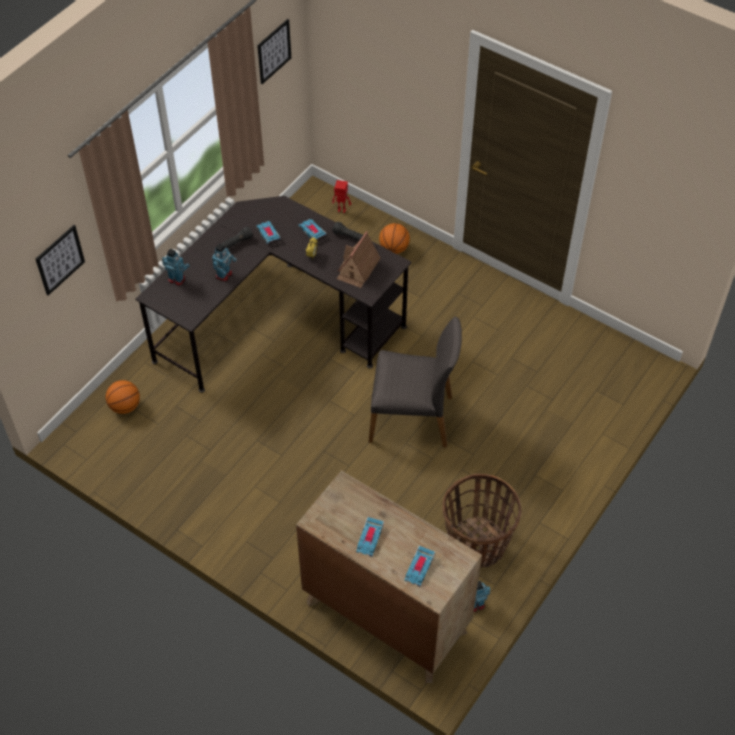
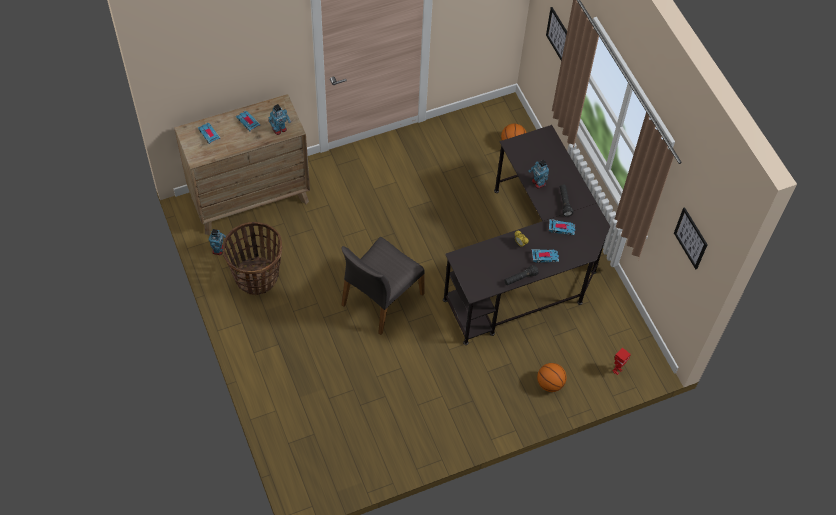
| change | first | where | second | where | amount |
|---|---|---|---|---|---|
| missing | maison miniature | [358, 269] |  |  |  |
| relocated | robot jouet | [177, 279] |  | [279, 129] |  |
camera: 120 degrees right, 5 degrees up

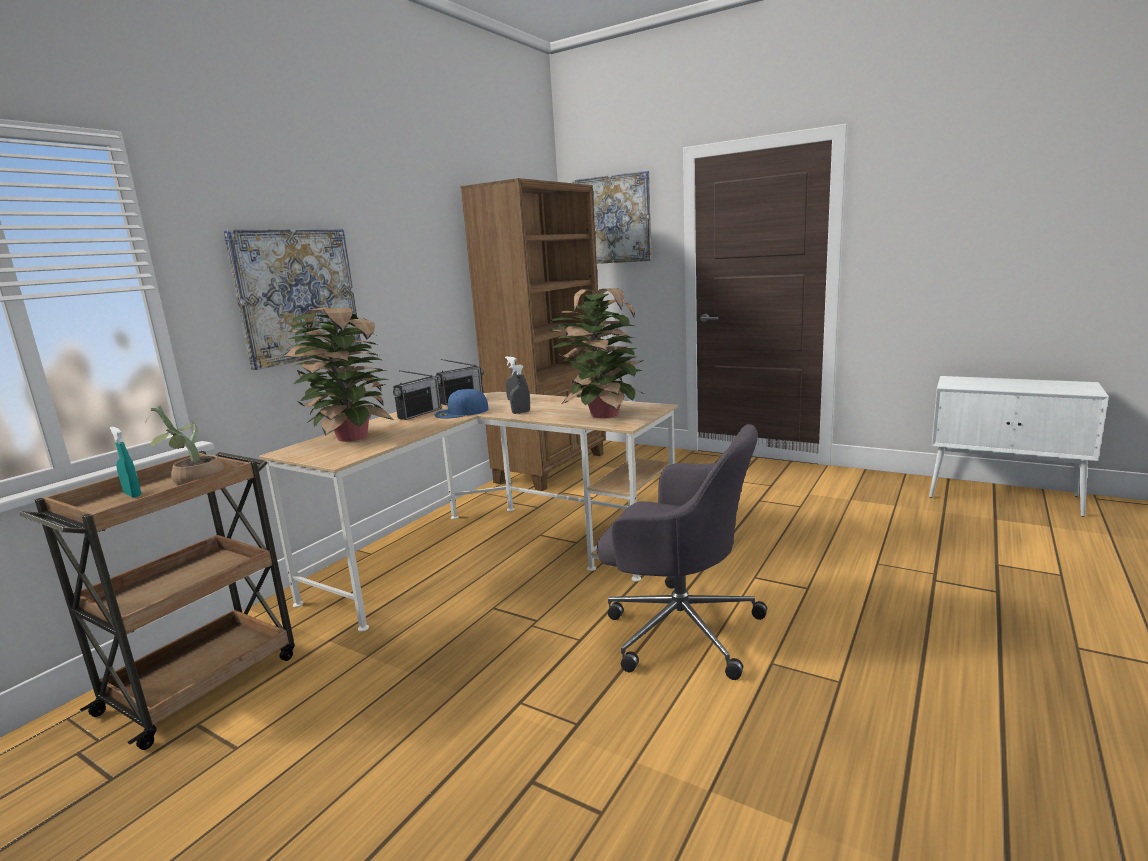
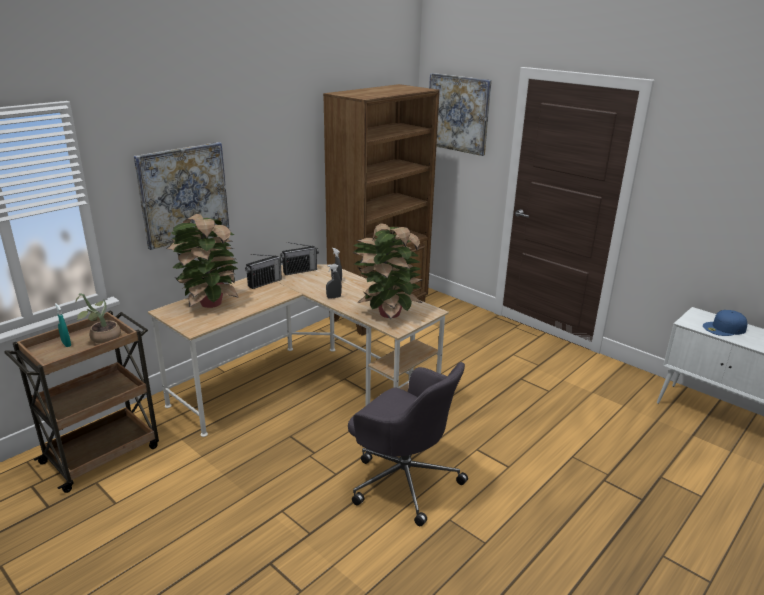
| change | first | where | second | where | amount |
|---|---|---|---|---|---|
| relocated | casquette/bleu | [461, 412] |  | [724, 328] |  |
camera: 10 degrees right, 10 degrees up

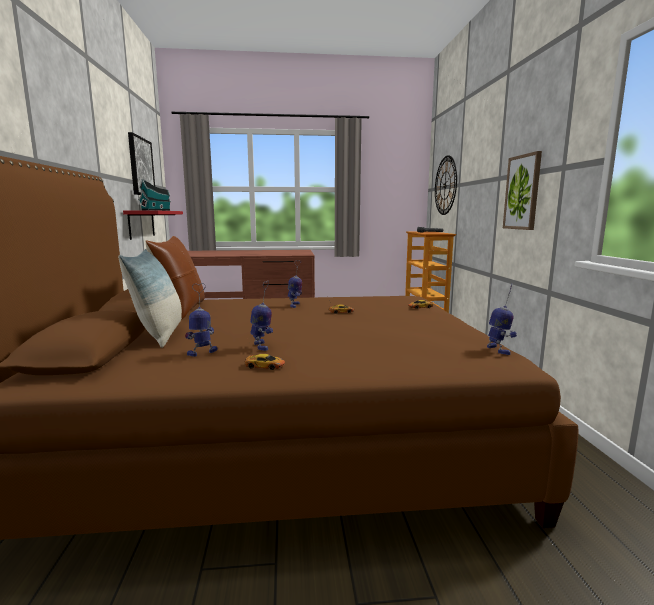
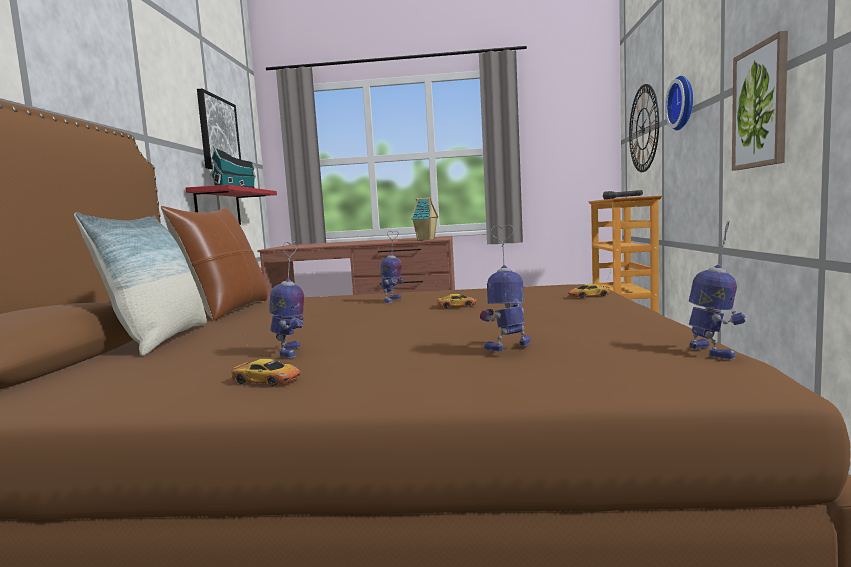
| change | first | where | second | where | amount |
|---|---|---|---|---|---|
| appeared |  |  | maison miniature | [426, 239] |  |
| appeared |  |  | horloge murale | [683, 103] |  |
| relocated | robot jouet | [203, 352] |  | [509, 346] |  |
camera: 10 degrees right, 5 degrees down

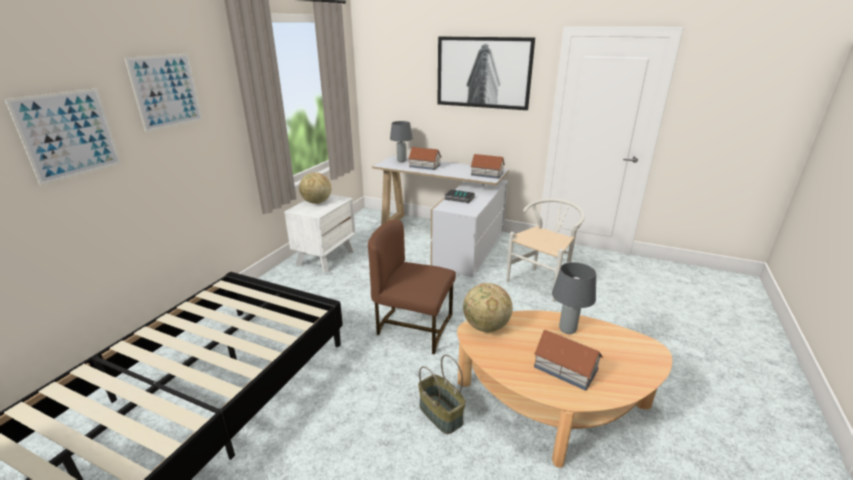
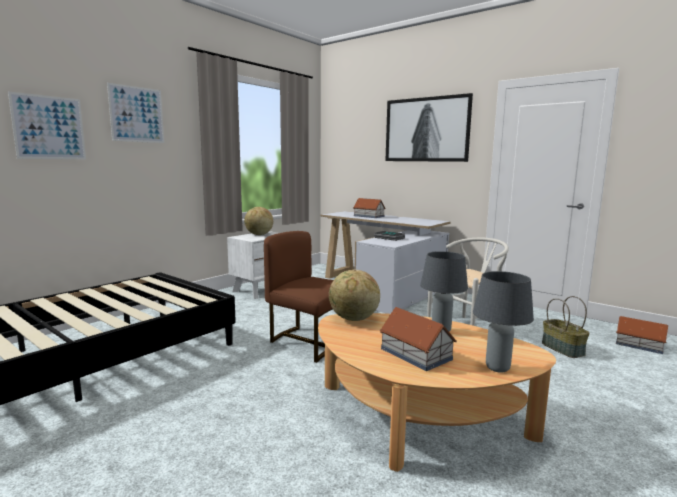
| change | first | where | second | where | amount |
|---|---|---|---|---|---|
| relocated | lampe de table/gris | [401, 161] |  | [496, 368] |  |
| relocated | panier | [441, 414] |  | [563, 349] |  |
| relocated | maison miniature | [487, 174] |  | [639, 345] |  |
camera: 15 degrees right, 15 degrees down

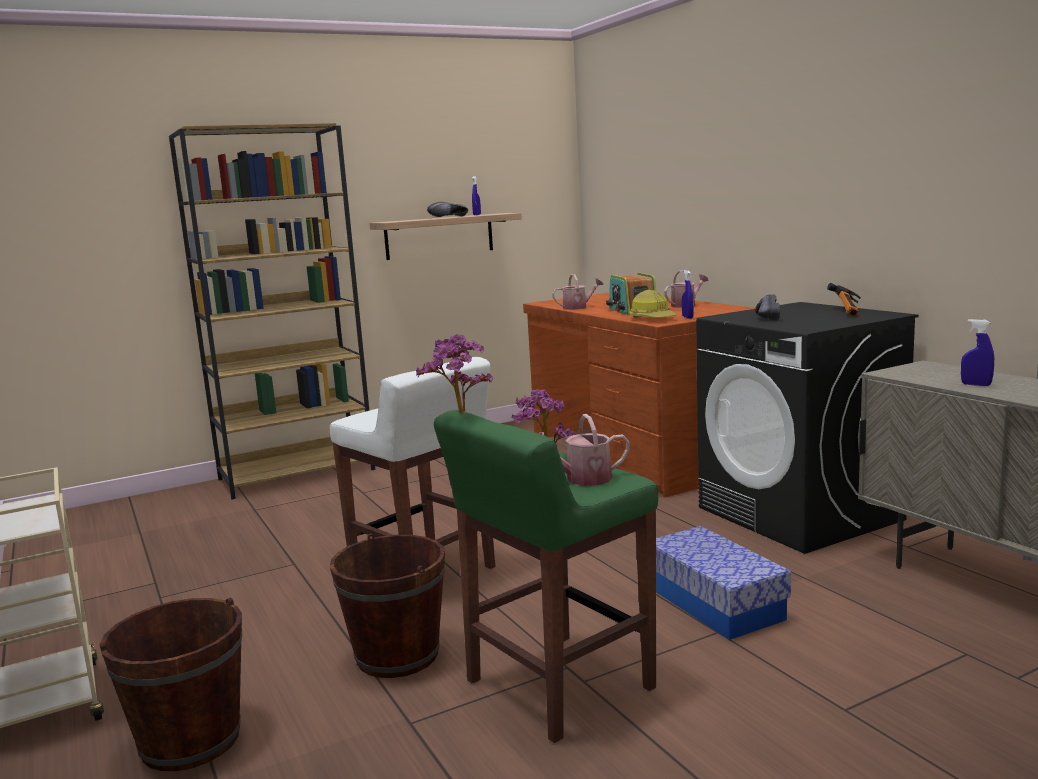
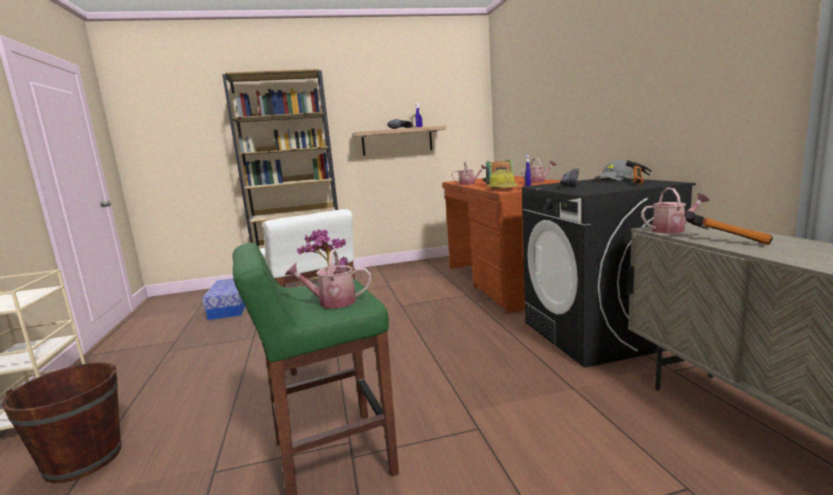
| change | first | where | second | where | amount |
|---|---|---|---|---|---|
| missing | seau/marron | [397, 656] |  |  |  |
| missing | plante en pot | [459, 414] |  |  |  |
| appeared |  |  | casquette/gris | [614, 179] |  |
| appeared |  |  | arrosoir | [672, 230] |  |
| relocated | boîte de rangement | [714, 603] |  | [230, 307] |  |
| exchanged | vaporisateur/bleu | [976, 385] | marteau | [727, 240] |  |
camera: 15 degrees right, 0 degrees up

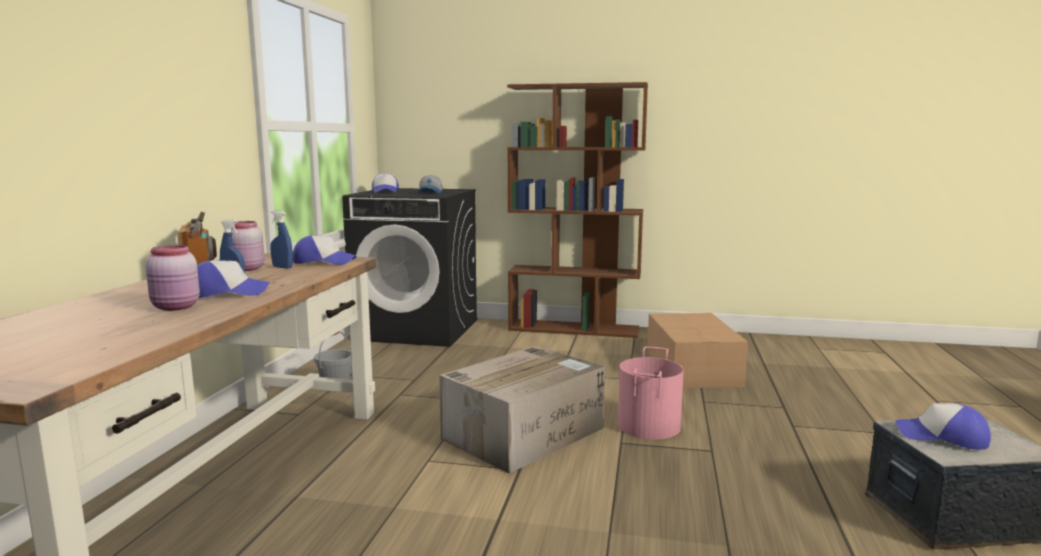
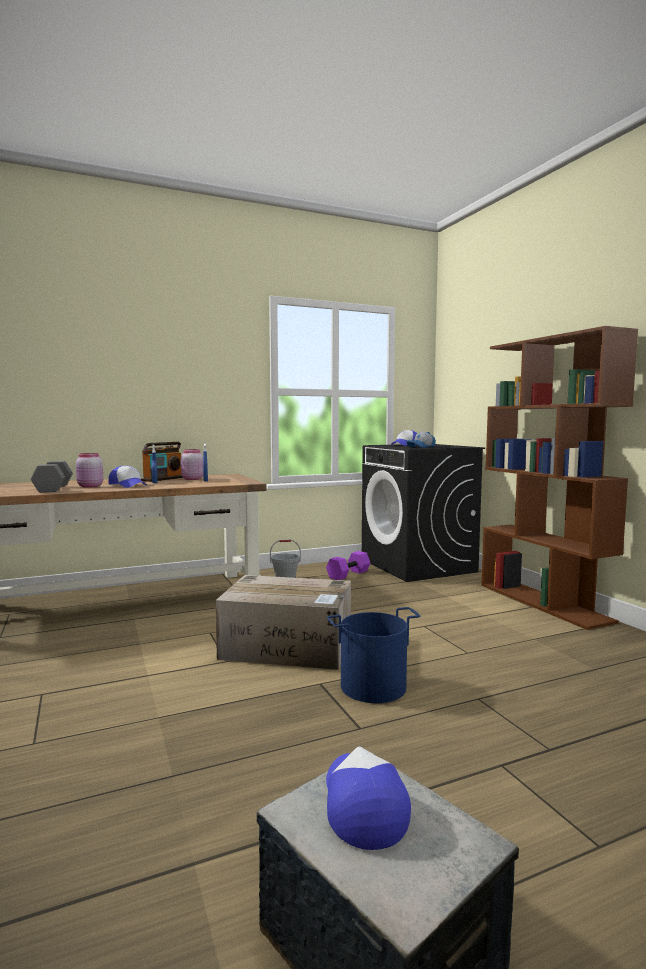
| change | first | where | second | where | amount |
|---|---|---|---|---|---|
| missing | casquette | [324, 262] |  |  |  |
| missing | carton | [692, 369] |  |  |  |
| appeared |  |  | haltère/gris | [54, 488] |  |
| appeared |  |  | haltère/violet | [348, 575] |  |
| colour | seau/rose | [647, 425] | seau/bleu | [372, 686] |  |
camera: 55 degrees right, 5 degrees down

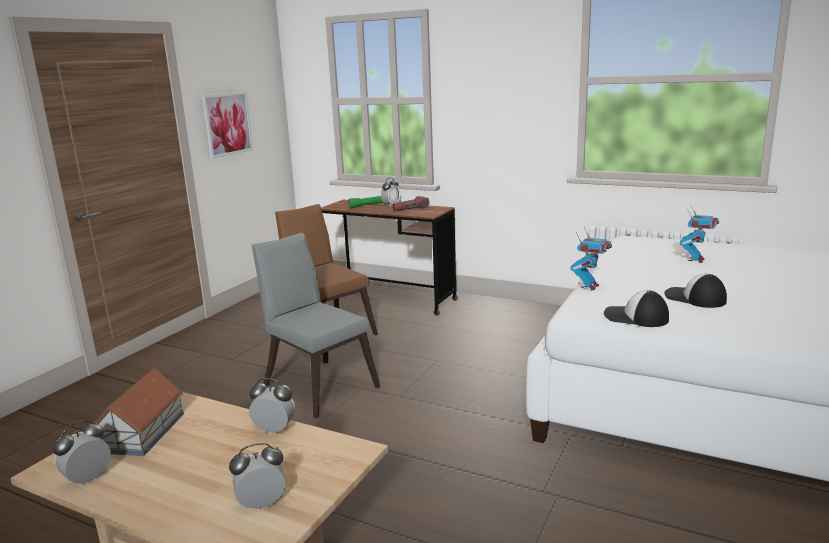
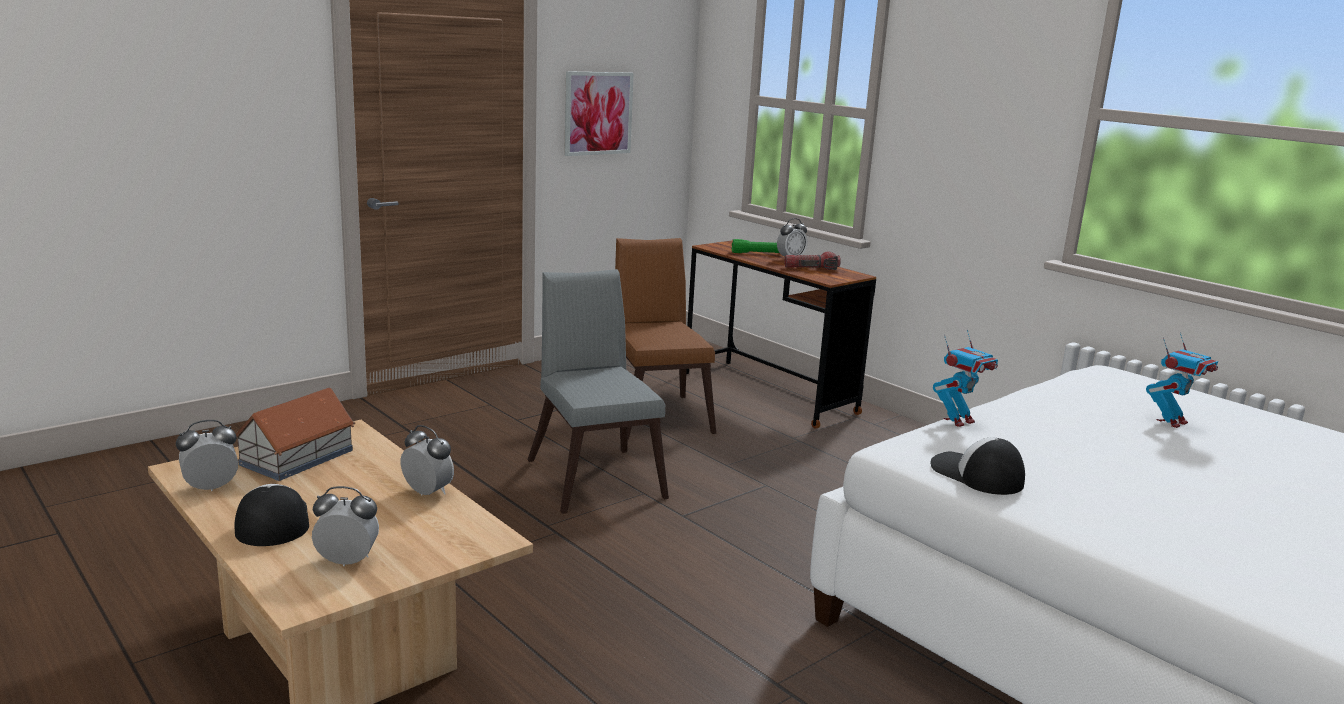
| change | first | where | second | where | amount |
|---|---|---|---|---|---|
| relocated | casquette | [694, 298] |  | [271, 522] |  |
camera: 20 degrees right, 0 degrees up

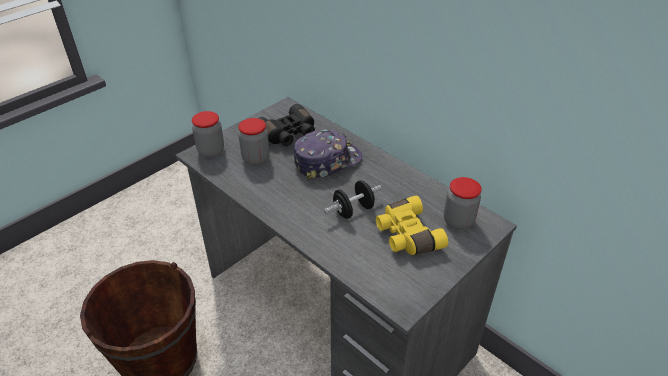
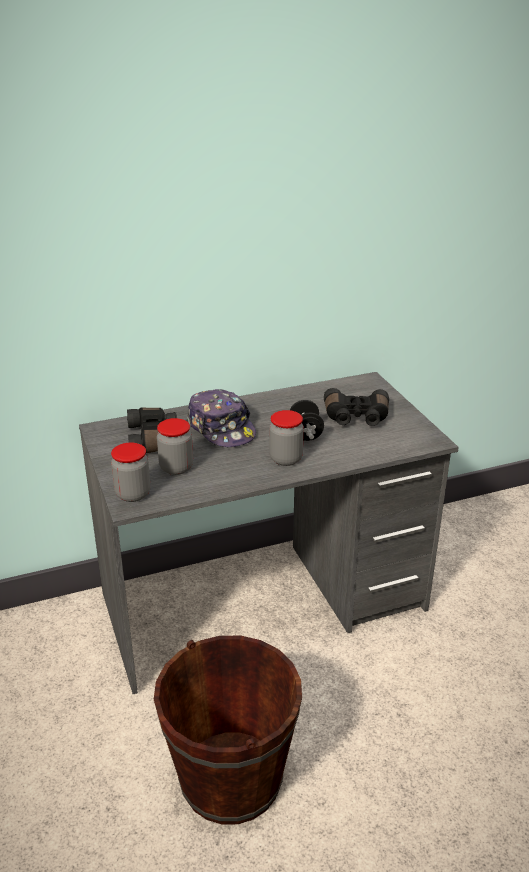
| change | first | where | second | where | amount |
|---|---|---|---|---|---|
| relocated | bocal | [458, 221] |  | [286, 459] |  |
| colour | jumelles/jaune | [406, 235] | jumelles/noir | [356, 417] |  |
| spun | casquette | [327, 161] |  | [221, 429] | 150 degrees clockwise |
camera: 65 degrees left, 10 degrees down

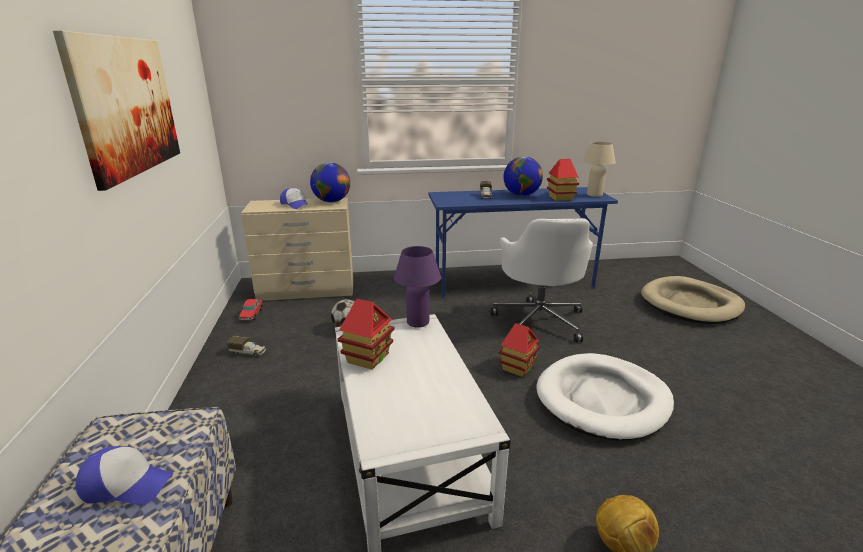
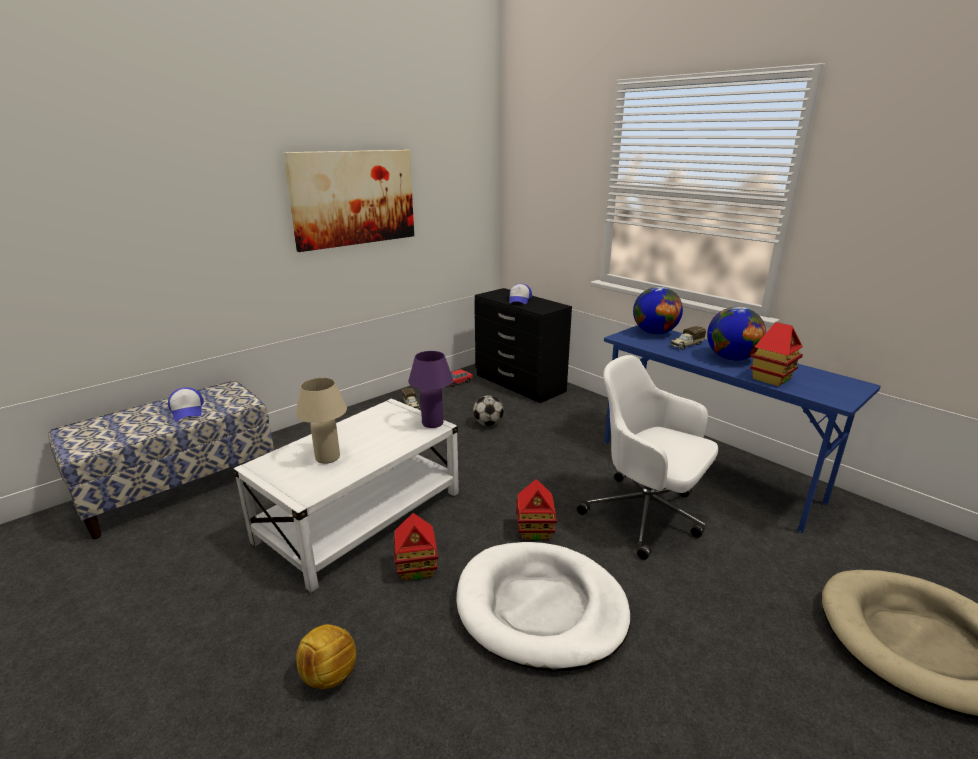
| change | first | where | second | where | amount |
|---|---|---|---|---|---|
| relocated | globe | [332, 201] |  | [654, 333] |  |
| relocated | maison miniature | [368, 358] |  | [417, 568] |  |
| relocated | lampe de table/beige | [594, 195] |  | [327, 458] |  |
| colour | commode/beige | [307, 290] | commode/noir | [519, 383] |  |
| spun | chaise de bureau/blanc | [539, 321] |  | [646, 515] | 75 degrees clockwise |
camera: 55 degrees right, 0 degrees up

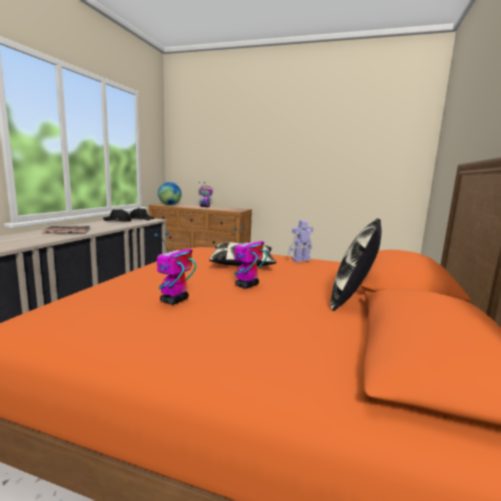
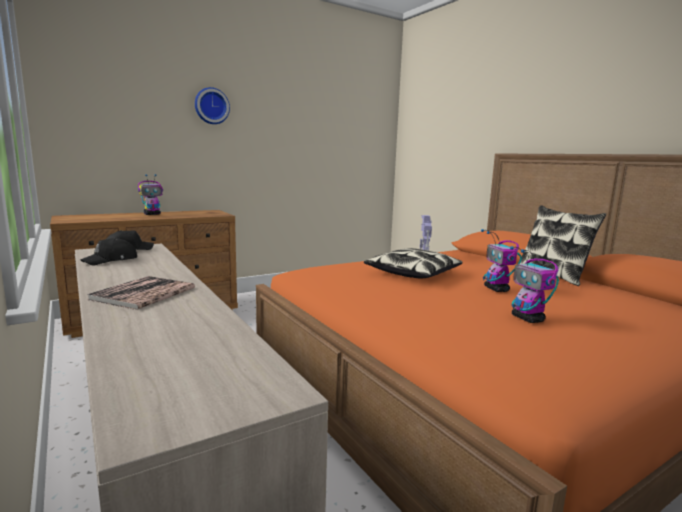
| change | first | where | second | where | amount |
|---|---|---|---|---|---|
| missing | globe | [169, 205] |  |  |  |
| appeared |  |  | horloge murale | [211, 106] |  |
camera: 50 degrees left, 0 degrees up

